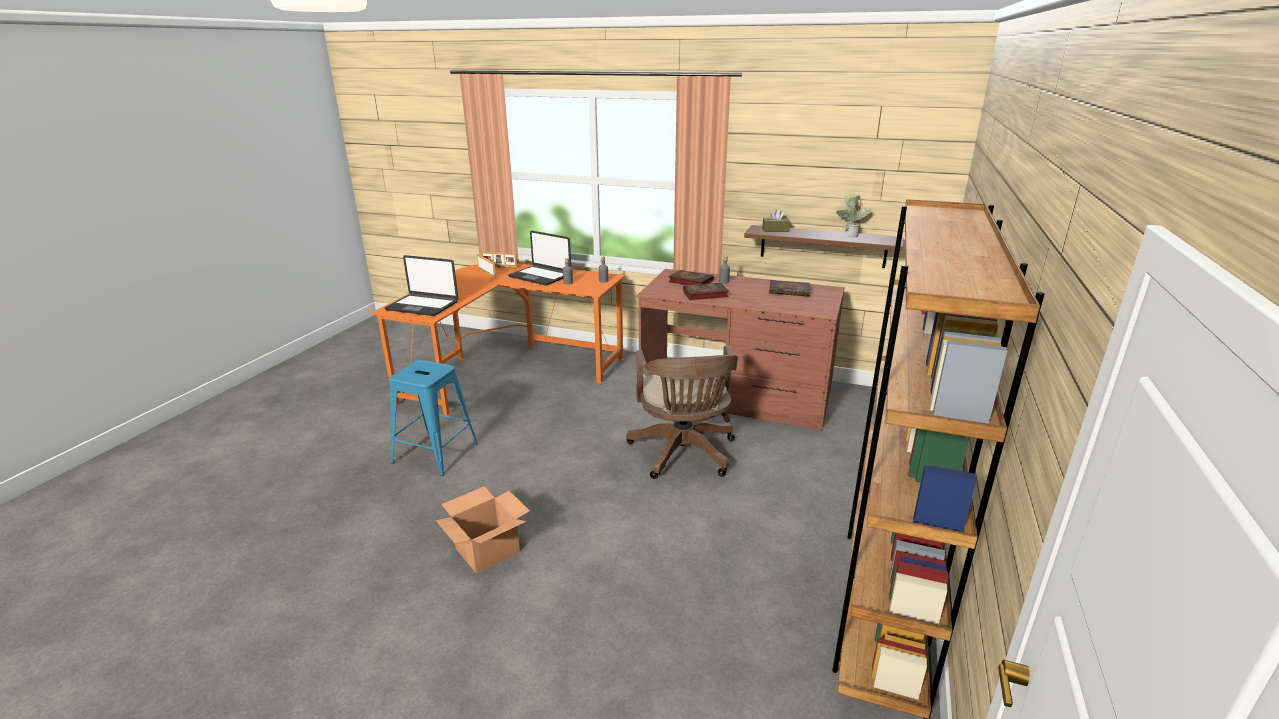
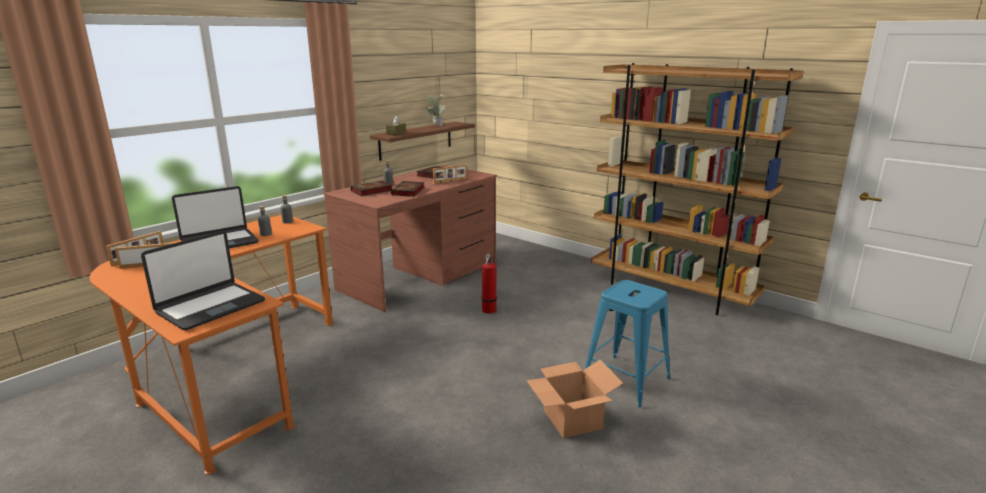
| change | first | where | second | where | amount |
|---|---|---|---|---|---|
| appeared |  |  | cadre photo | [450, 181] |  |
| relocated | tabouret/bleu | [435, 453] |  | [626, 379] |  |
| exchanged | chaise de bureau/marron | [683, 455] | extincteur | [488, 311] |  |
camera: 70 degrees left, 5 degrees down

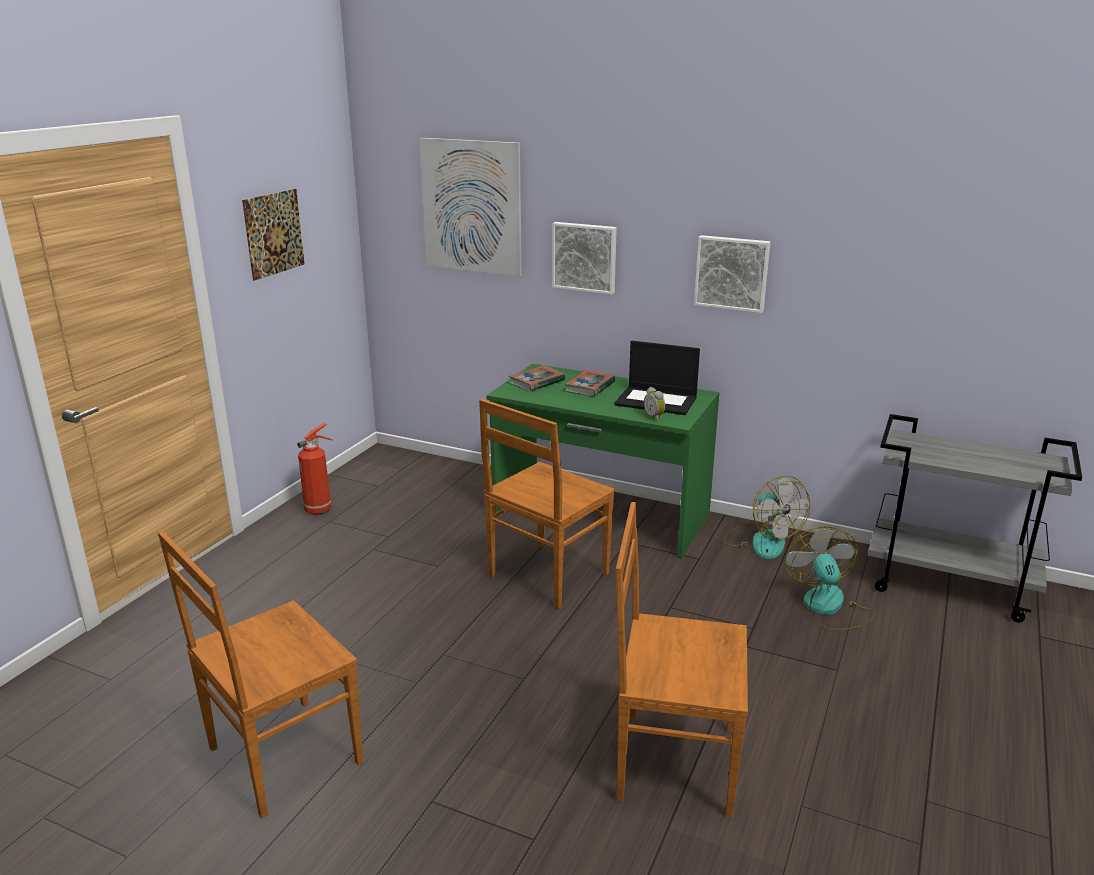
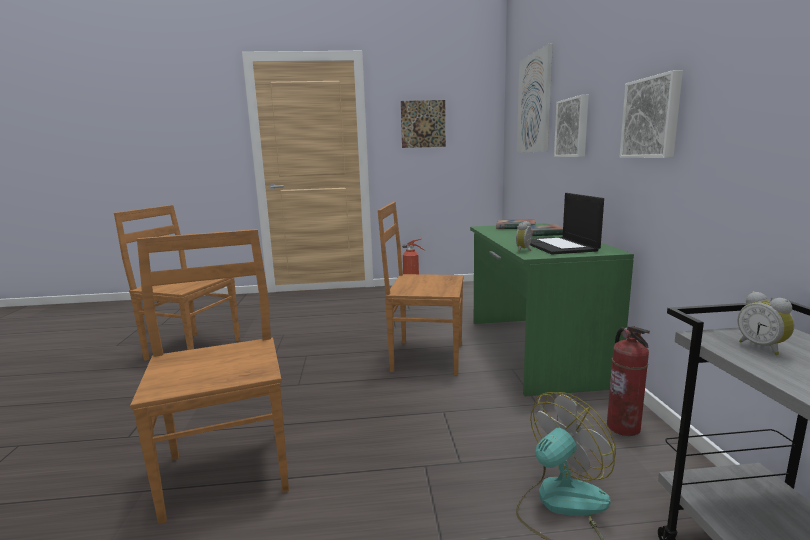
| change | first | where | second | where | amount |
|---|---|---|---|---|---|
| appeared |  |  | réveil | [762, 347] |  |
| exchanged | ventilateur | [761, 541] | extincteur | [624, 427] |  |
camera: 60 degrees right, 10 degrees down

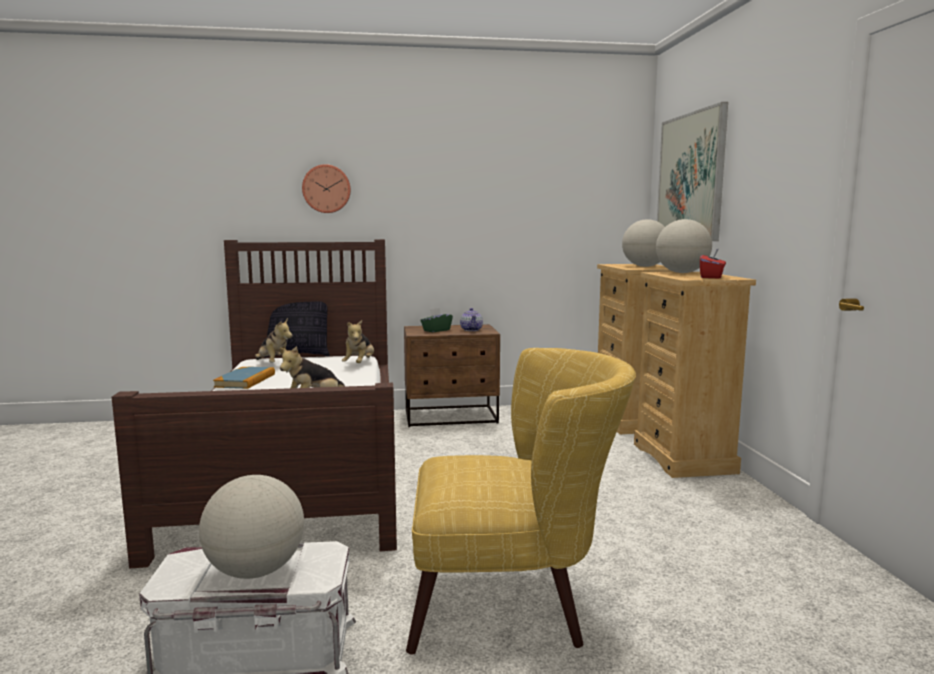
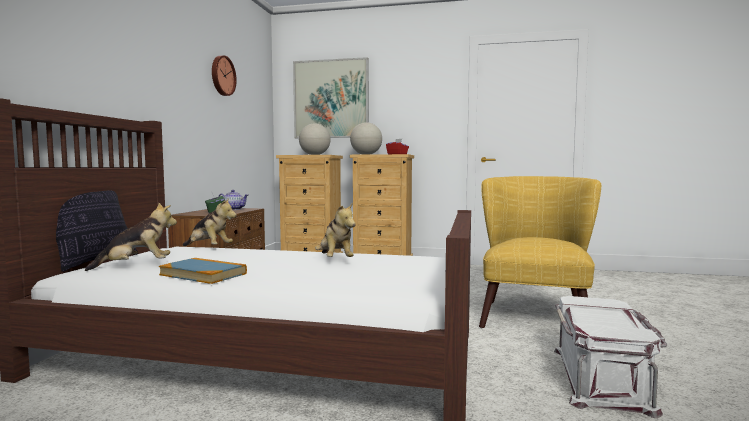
| change | first | where | second | where | amount |
|---|---|---|---|---|---|
| missing | globe | [255, 571] |  |  |  |
| relocated | horloge murale | [326, 189] |  | [222, 76] |  |
camera: 70 degrees left, 5 degrees down

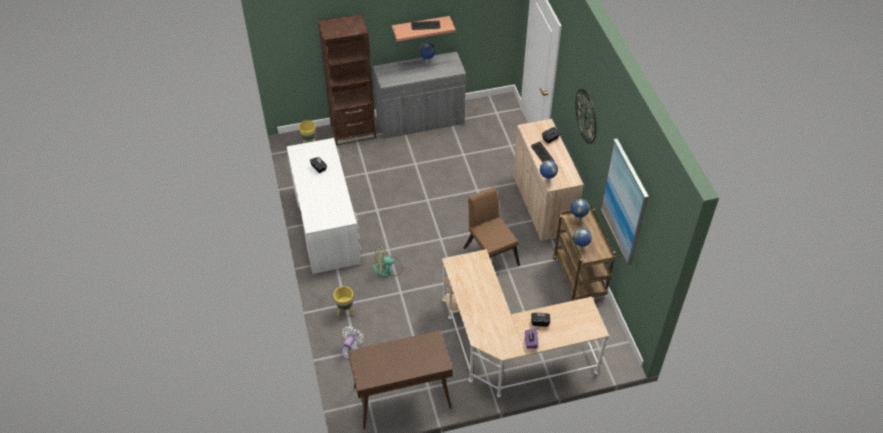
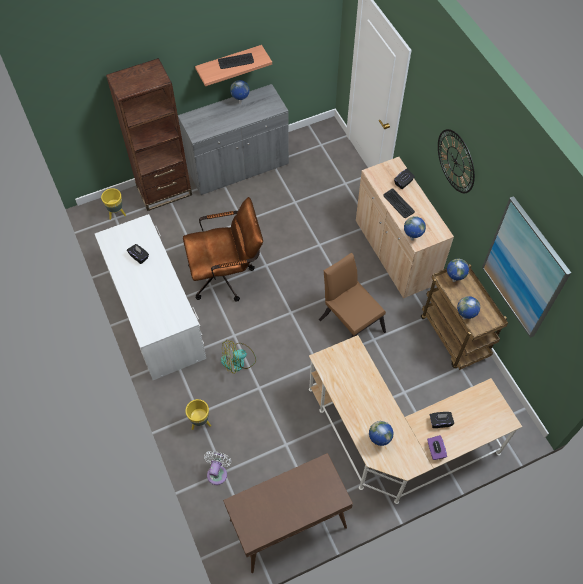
| change | first | where | second | where | amount |
|---|---|---|---|---|---|
| appeared |  |  | chaise de bureau/marron | [227, 275] |  |
| appeared |  |  | globe | [378, 441] |  |
camera: 10 degrees left, 10 degrees up

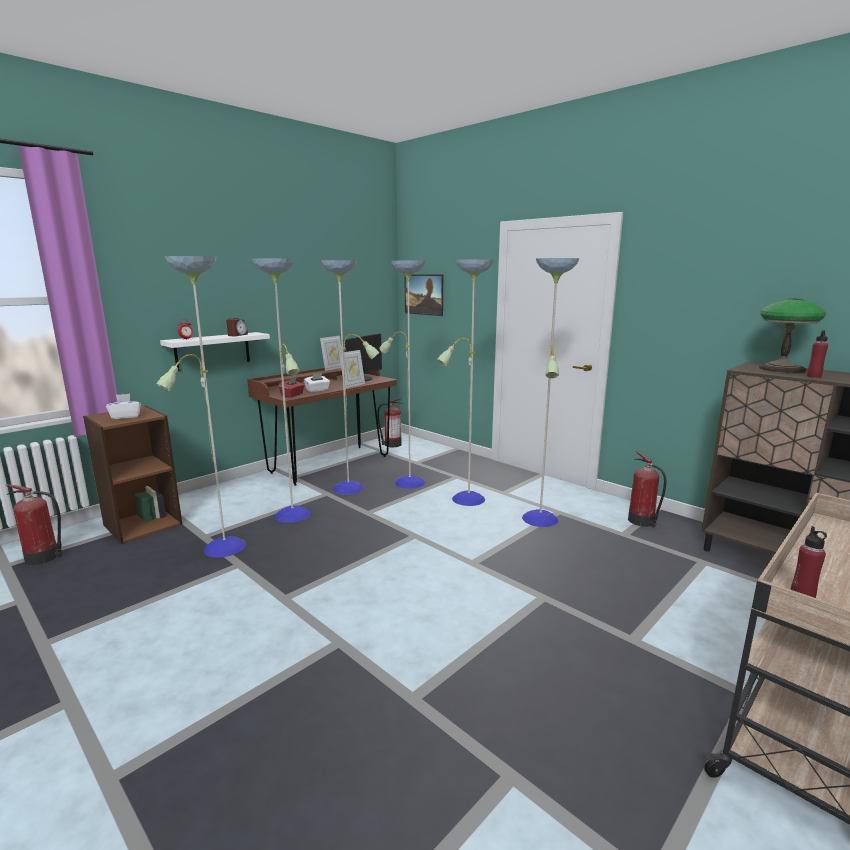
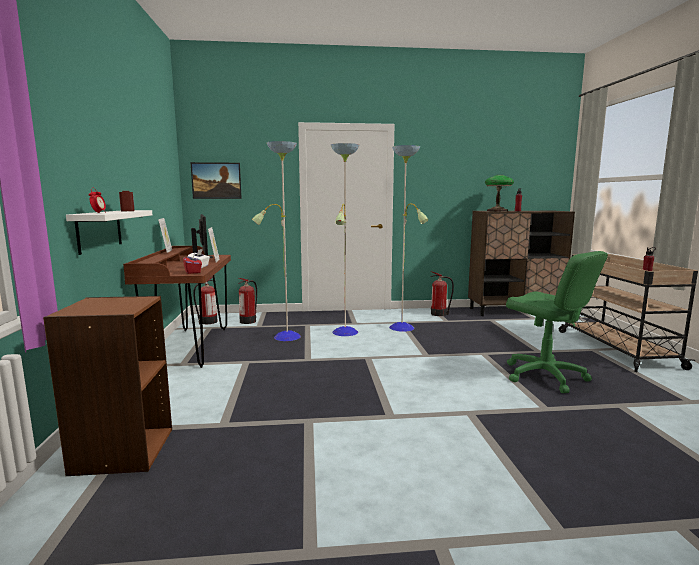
| change | first | where | second | where | amount |
|---|---|---|---|---|---|
| missing | boîte à mouchoirs/blanc | [126, 416] |  |  |  |
| missing | lampadaire | [294, 515] |  |  |  |
| appeared |  |  | chaise de bureau/vert | [544, 376] |  |
| relocated | extincteur | [44, 557] |  | [248, 321] |  |
camera: 50 degrees left, 5 degrees down

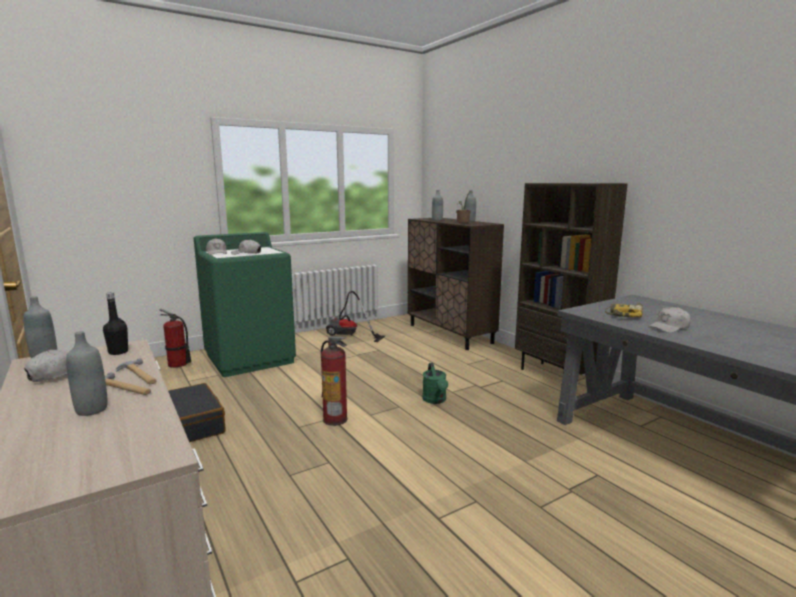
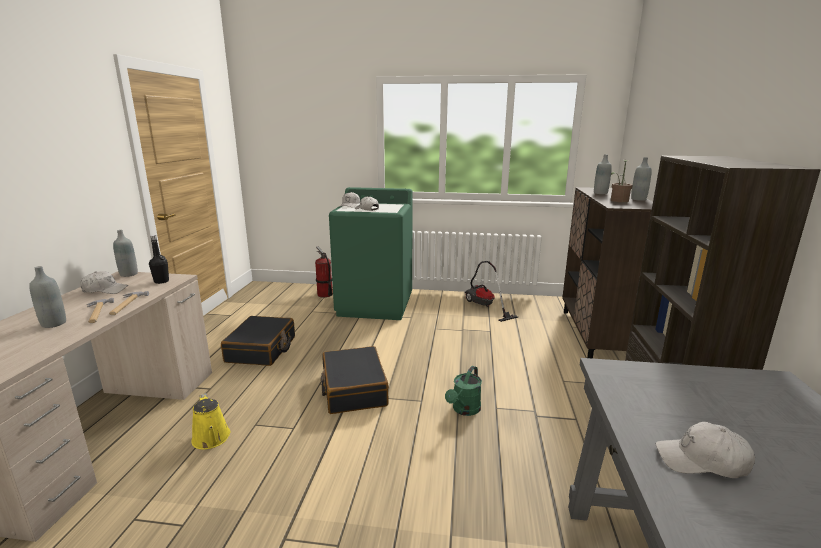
| change | first | where | second | where | amount |
|---|---|---|---|---|---|
| missing | perceuse | [624, 314] |  |  |  |
| appeared |  |  | arrosoir/jaune | [212, 439] |  |
| exchanged | extincteur | [335, 419] | valise/noir | [353, 389] |  |
camera: 40 degrees right, 5 degrees up

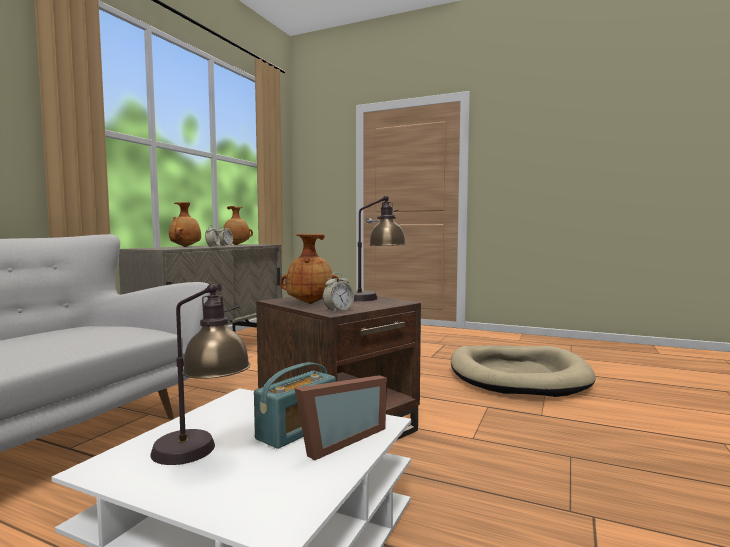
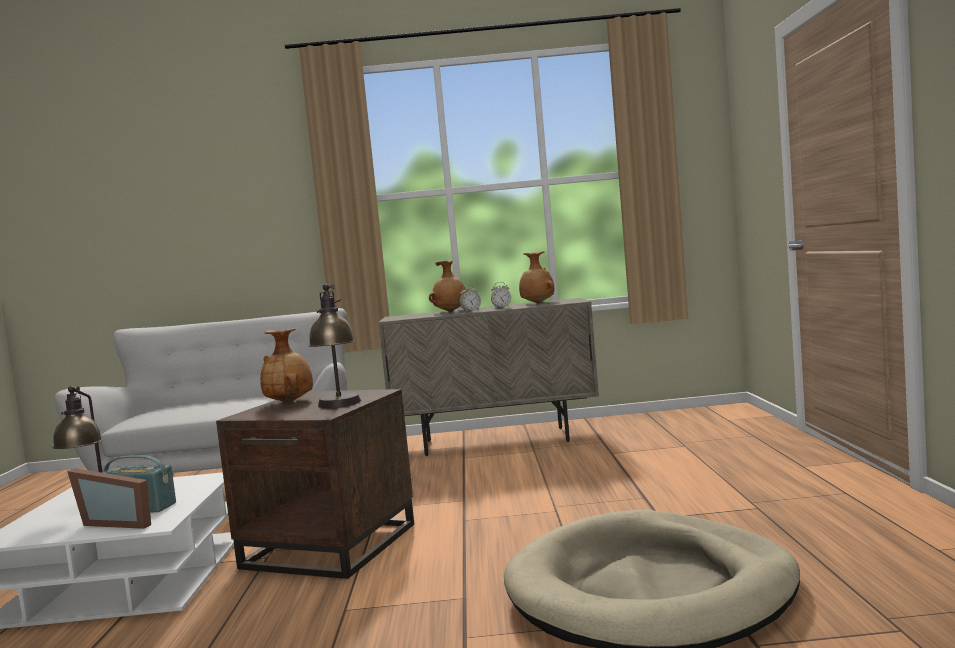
| change | first | where | second | where | amount |
|---|---|---|---|---|---|
| missing | réveil | [338, 311] |  |  |  |
camera: 65 degrees right, 0 degrees up

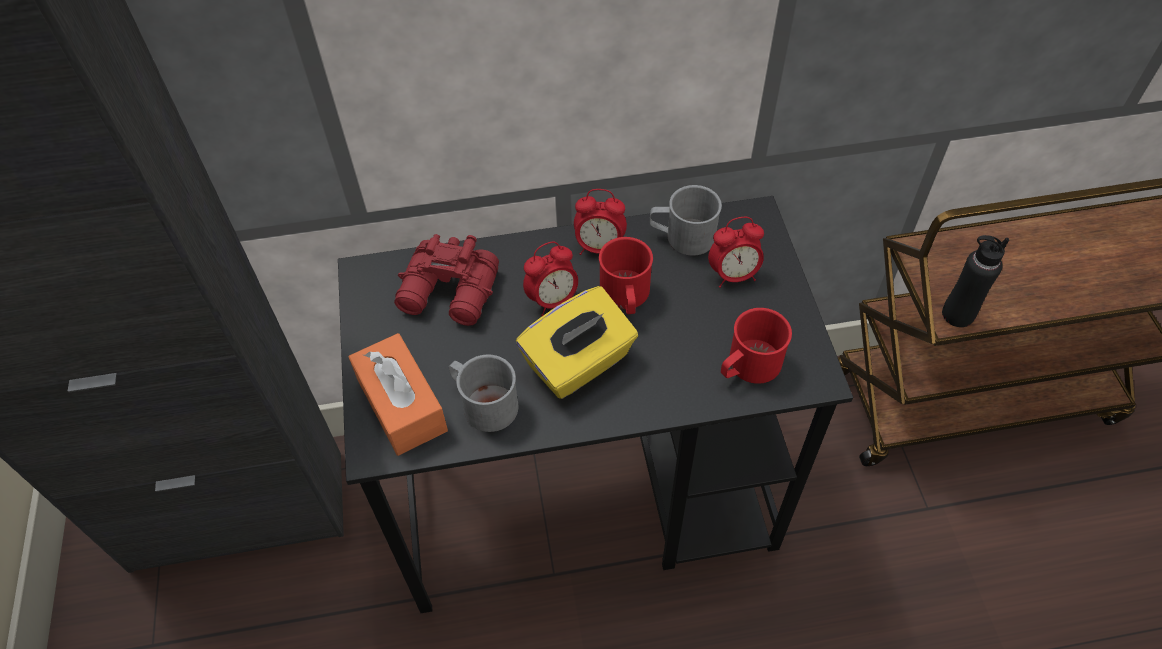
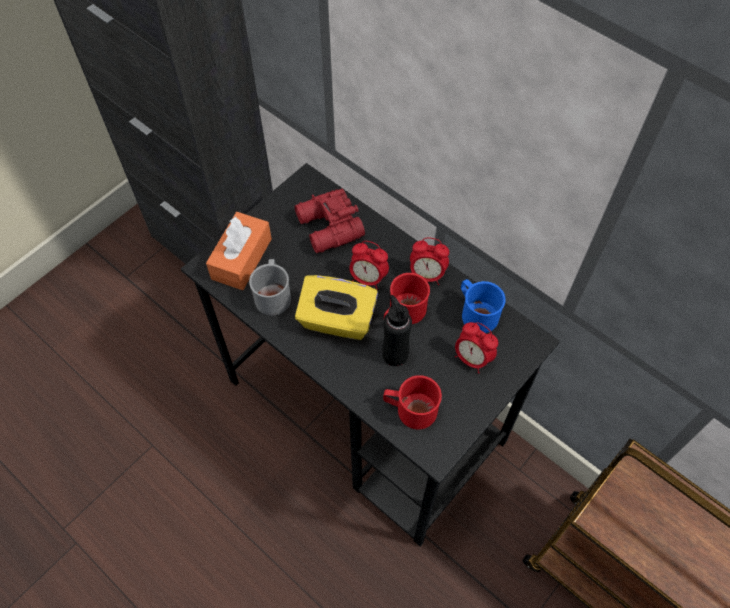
| change | first | where | second | where | amount |
|---|---|---|---|---|---|
| relocated | bouteille/noir | [957, 314] |  | [395, 354] |  |
| colour | mug/gris | [682, 237] | mug/bleu | [476, 312] |  |
| spun | réveil | [599, 247] |  | [427, 275] | 45 degrees counterclockwise |
camera: 50 degrees right, 5 degrees up

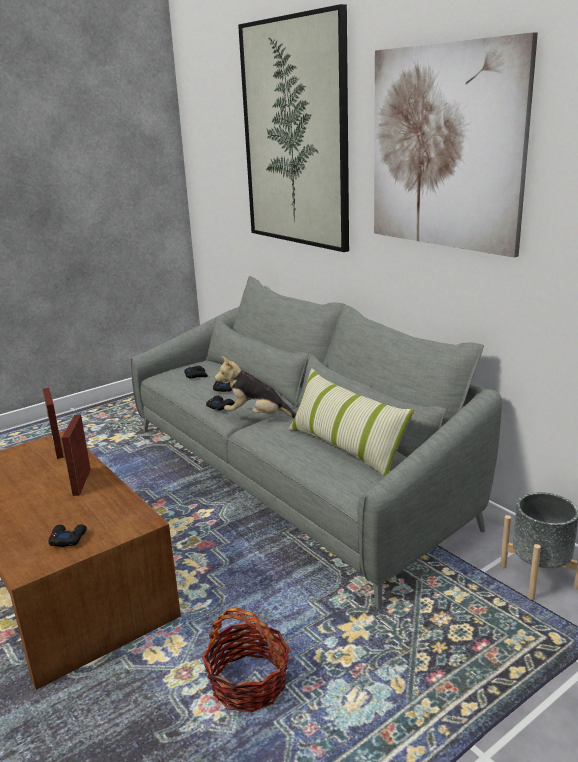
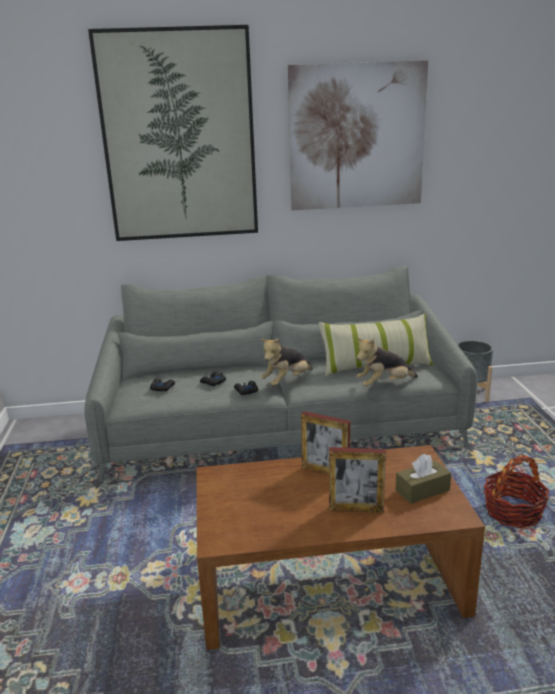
| change | first | where | second | where | amount |
|---|---|---|---|---|---|
| appeared |  |  | peluche | [384, 385] |  |
| relocated | cadre photo | [58, 448] |  | [356, 509] |  |
| exchanged | manette/noir | [68, 539] | boîte à mouchoirs/marron | [422, 490] |  |
camera: 60 degrees left, 0 degrees up

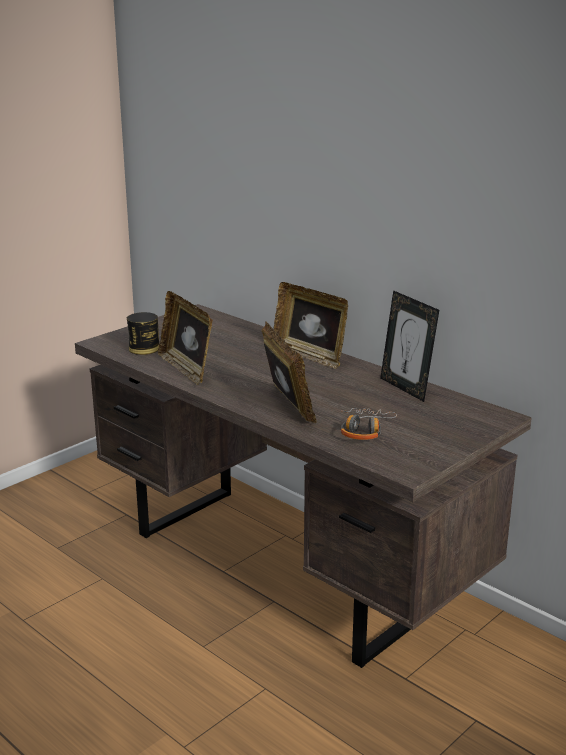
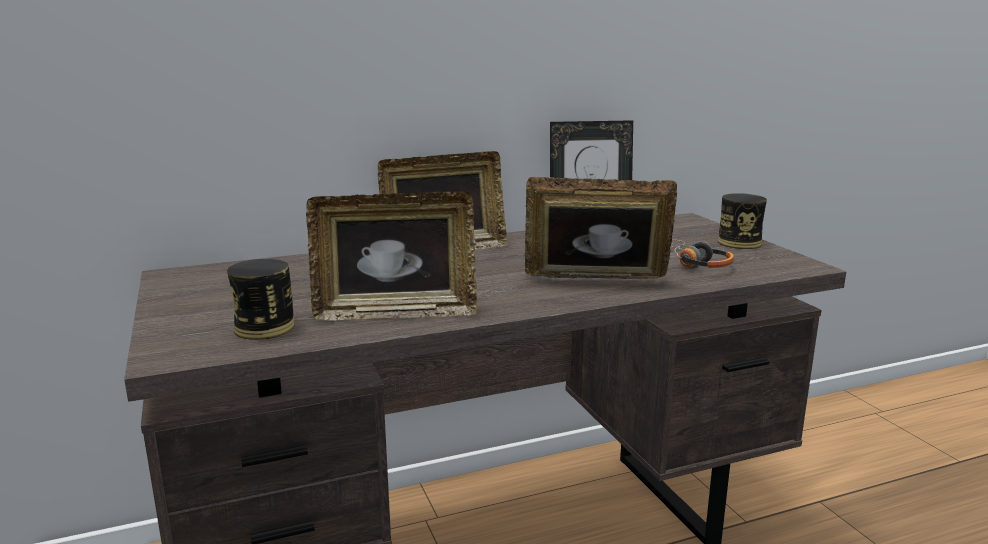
| change | first | where | second | where | amount |
|---|---|---|---|---|---|
| appeared |  |  | boîte métallique | [739, 243] |  |
camera: 65 degrees left, 5 degrees down

